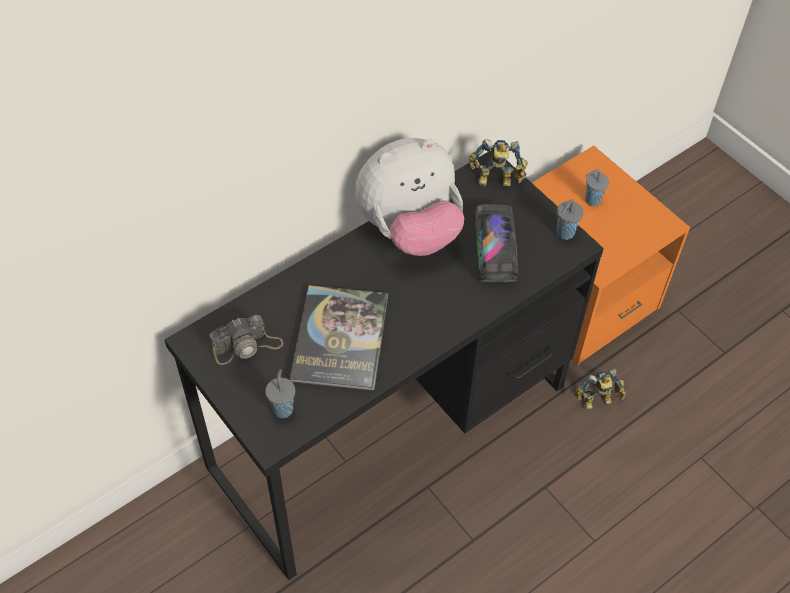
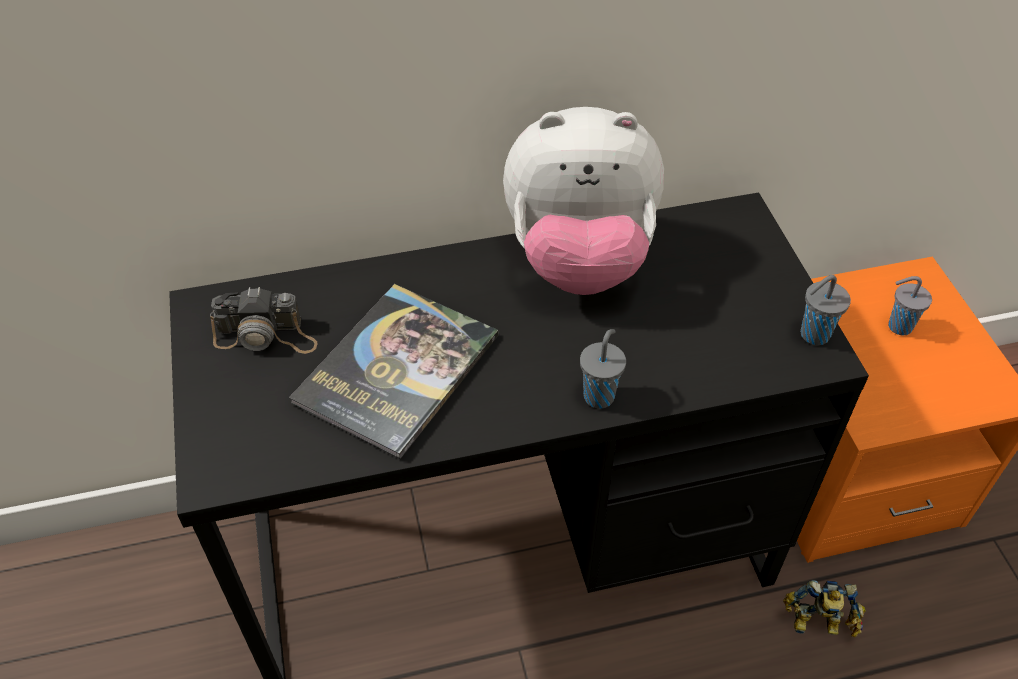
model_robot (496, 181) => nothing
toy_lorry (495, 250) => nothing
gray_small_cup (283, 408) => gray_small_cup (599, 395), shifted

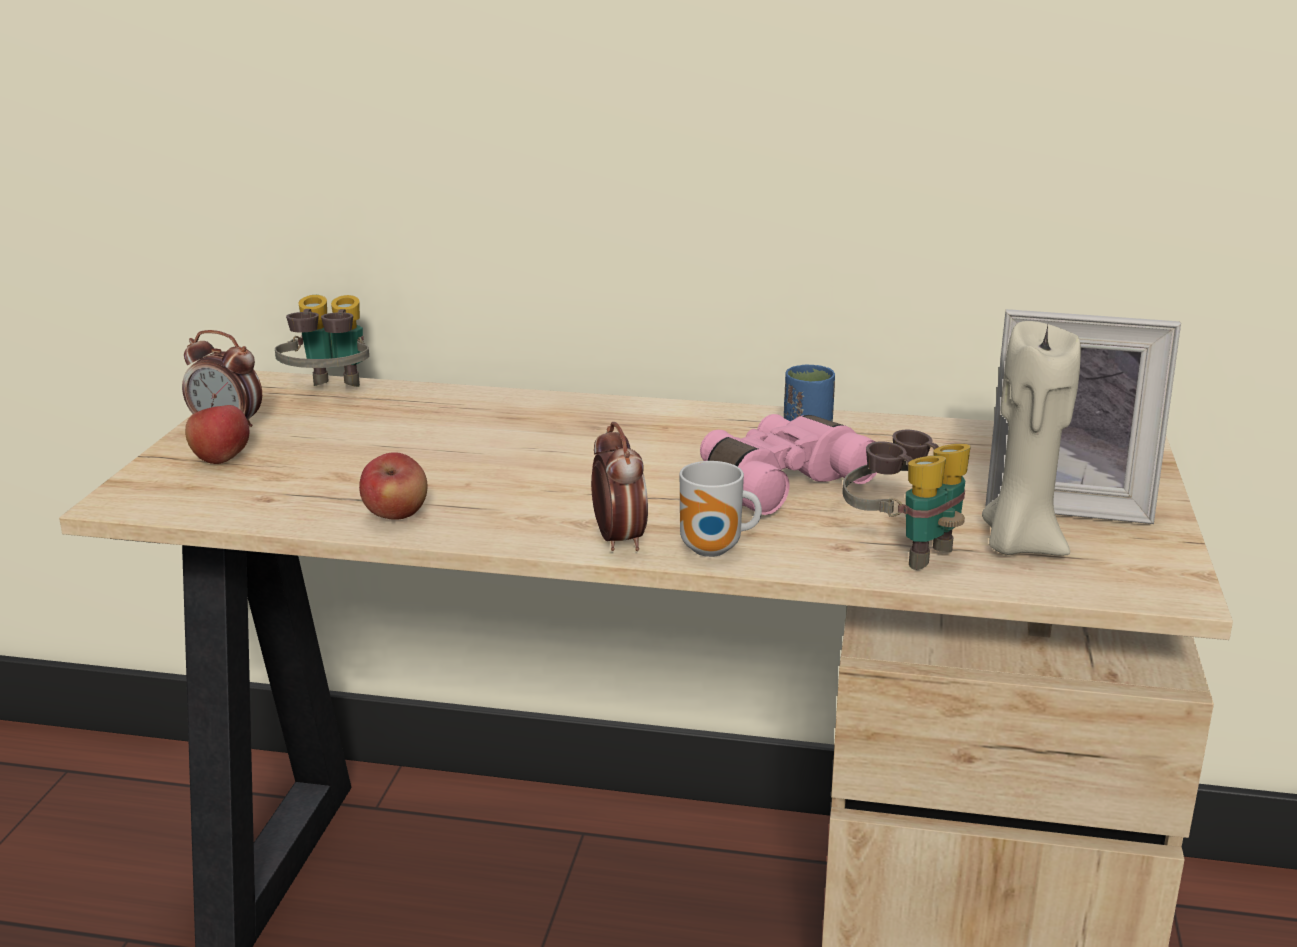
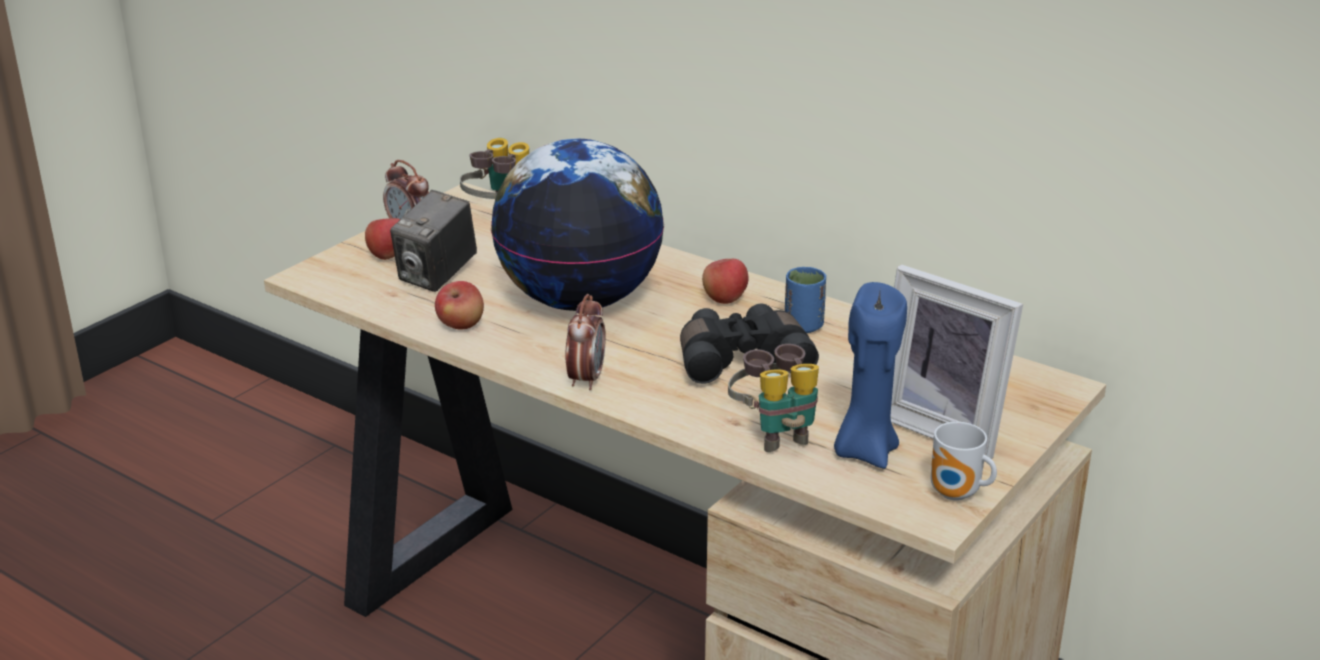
nothing => still_camera (437, 276)
nothing => world_globe (580, 300)
nothing => apple_fruit (725, 299)
mug (714, 551) => mug (957, 495), shifted
pinkish_binoculars (778, 483) => black-coloured_binoculars (741, 359)
beige_candle (1019, 545) => blue-coloured_candle (865, 451)

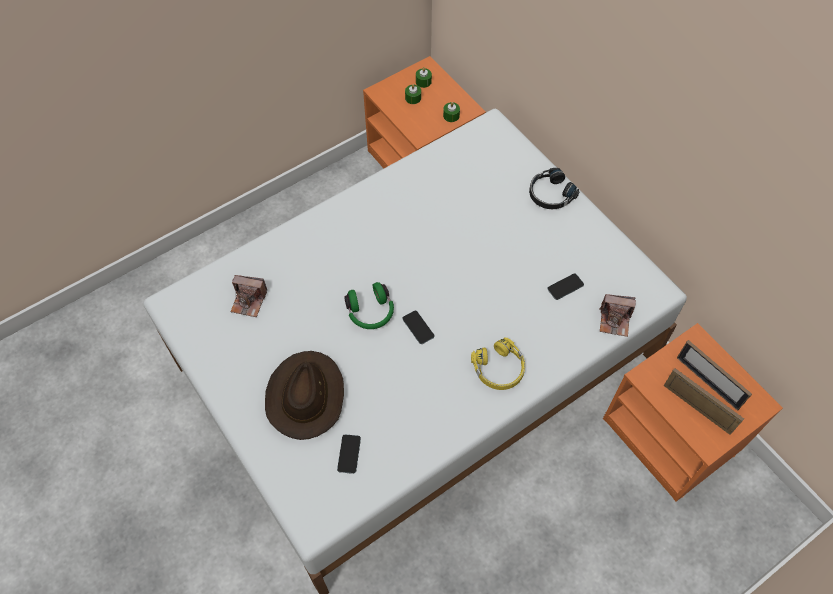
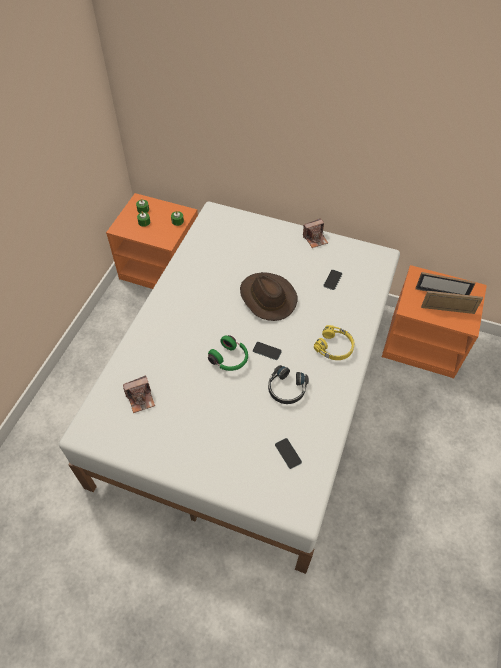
brown-coloured_hat (305, 396) => brown-coloured_hat (267, 298), shifted
black-coloured_headset (550, 194) => black-coloured_headset (286, 389), shifted
still_camera (614, 320) => still_camera (315, 239), shifted

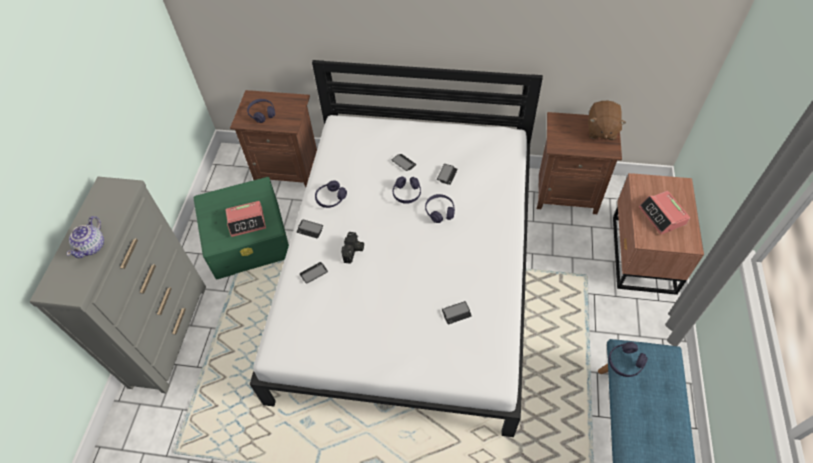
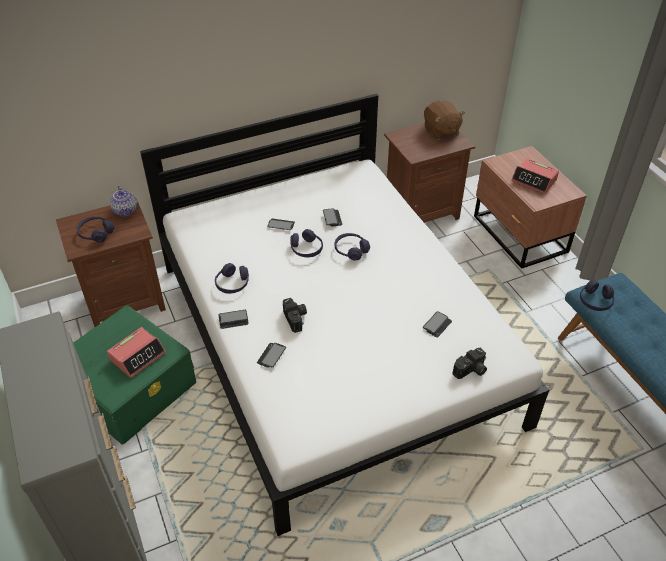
nothing => still_camera (471, 371)
pot_for_tea (92, 246) => pot_for_tea (125, 210), shifted

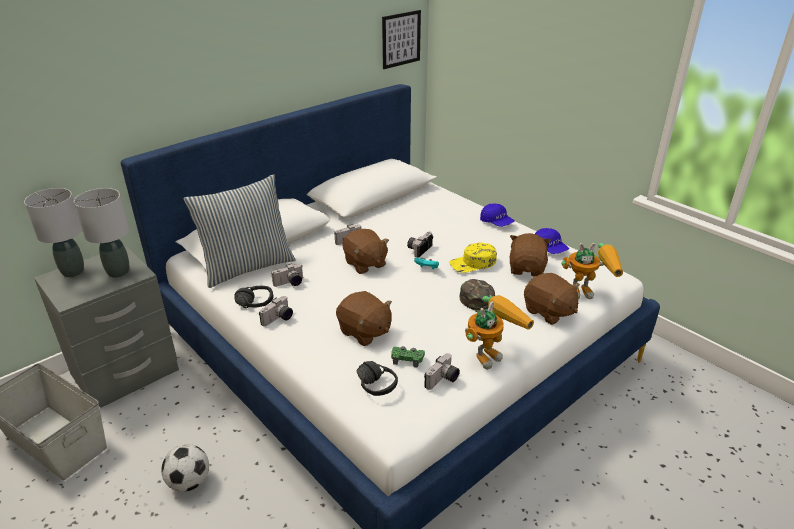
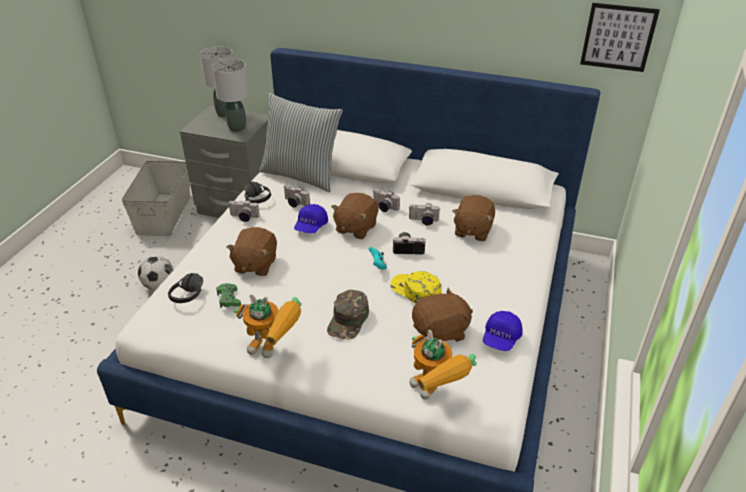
still_camera (443, 380) => still_camera (423, 221), shifted
blue-coloured_peaked_cap (496, 222) => blue-coloured_peaked_cap (311, 226), shifted
brown-coloured_plush_toy (549, 312) => brown-coloured_plush_toy (472, 230), shifted

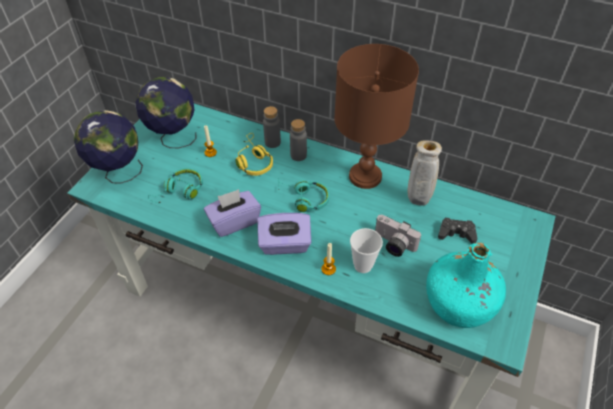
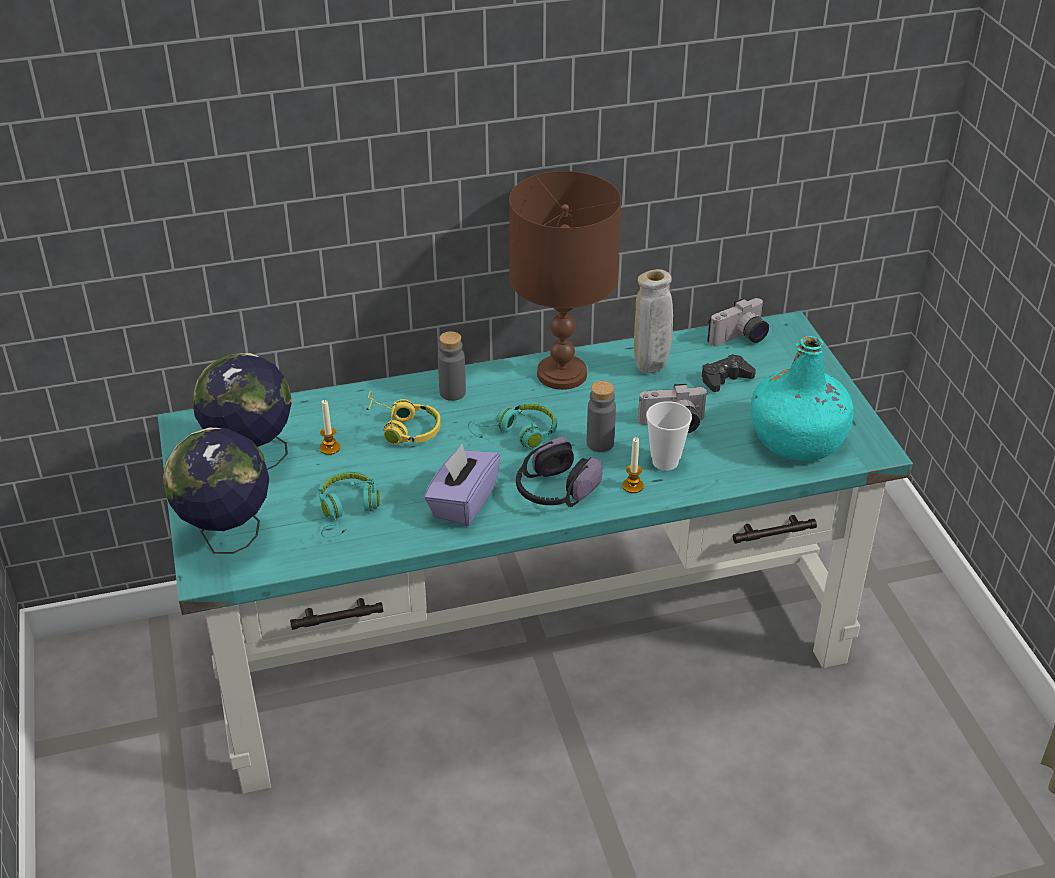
nothing => still_camera (740, 339)
gray_bottle (272, 142) => gray_bottle (600, 443), shifted
purplish_tissue_box (285, 244) => headset (554, 491)

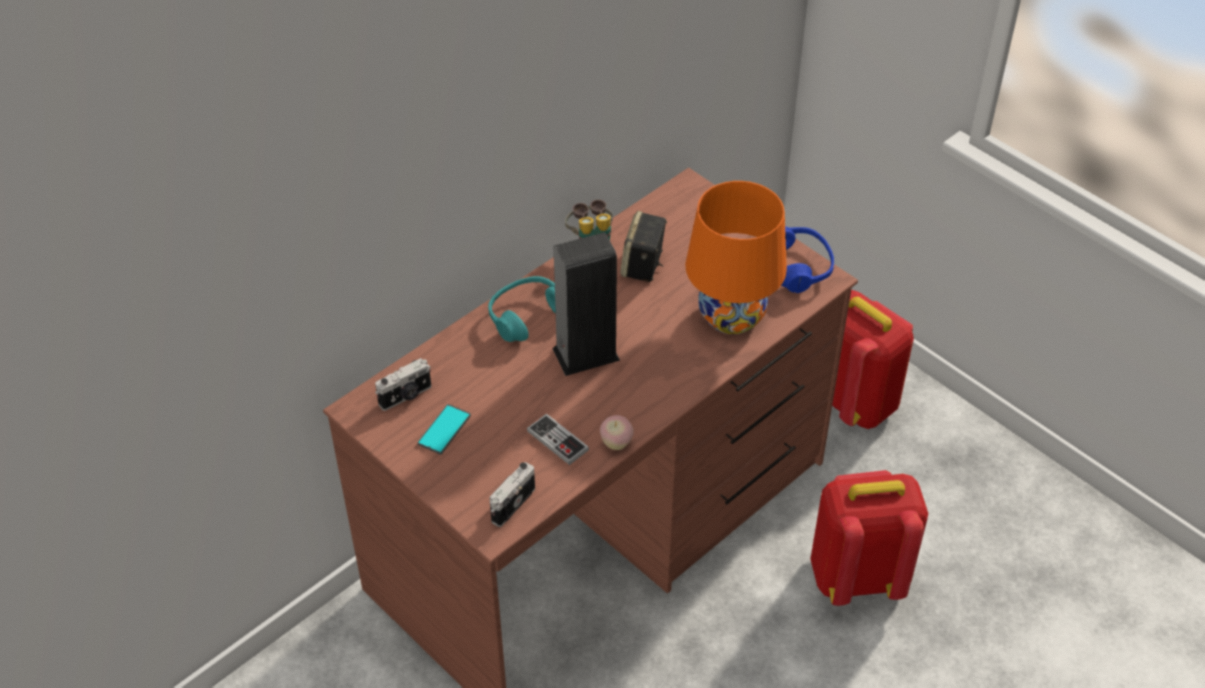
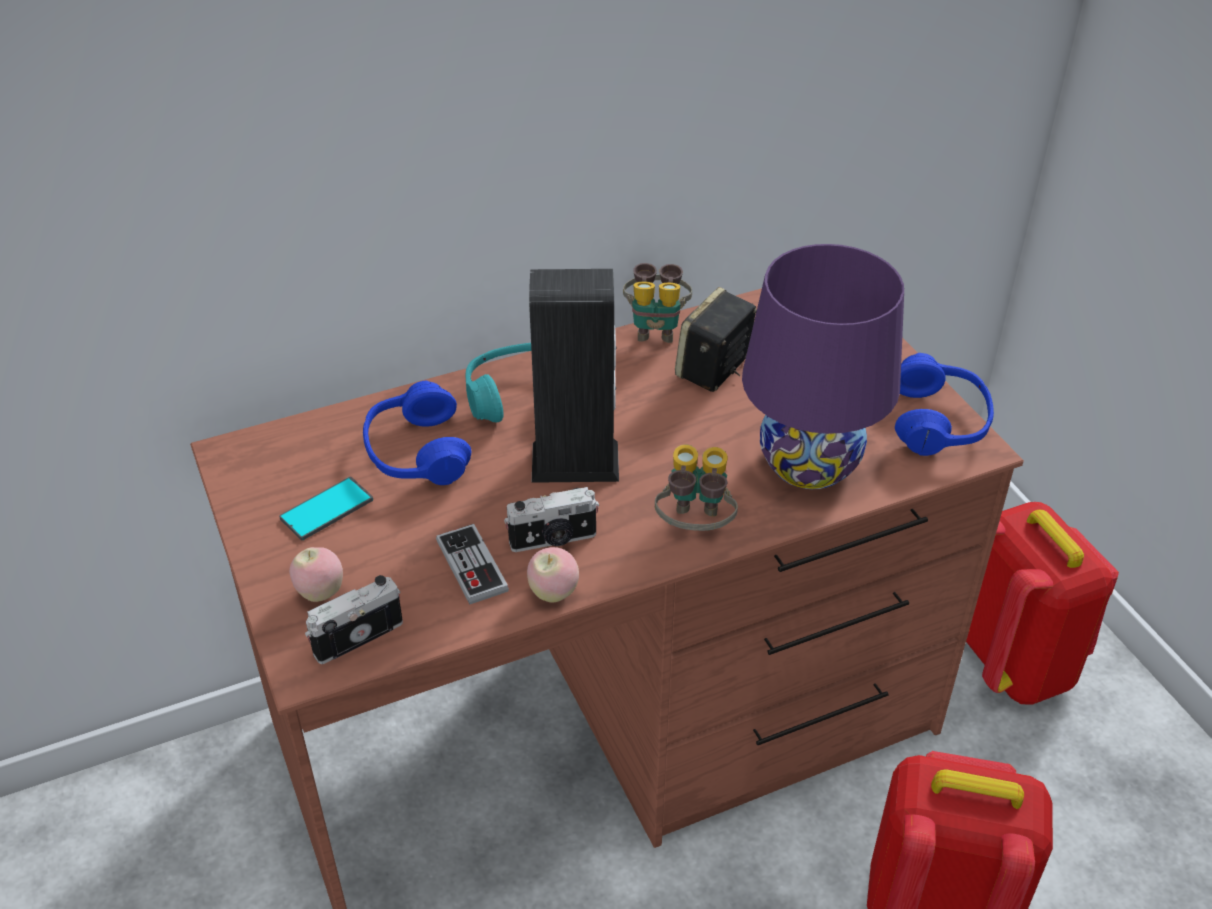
nothing => apple_fruit (320, 593)
nothing => blue-coloured_headset (416, 453)
nothing => binoculars (695, 527)
still_camera (406, 396) => still_camera (553, 540), shifted
orange_table_lamp (731, 316) => purplish_table_lamp (809, 463)

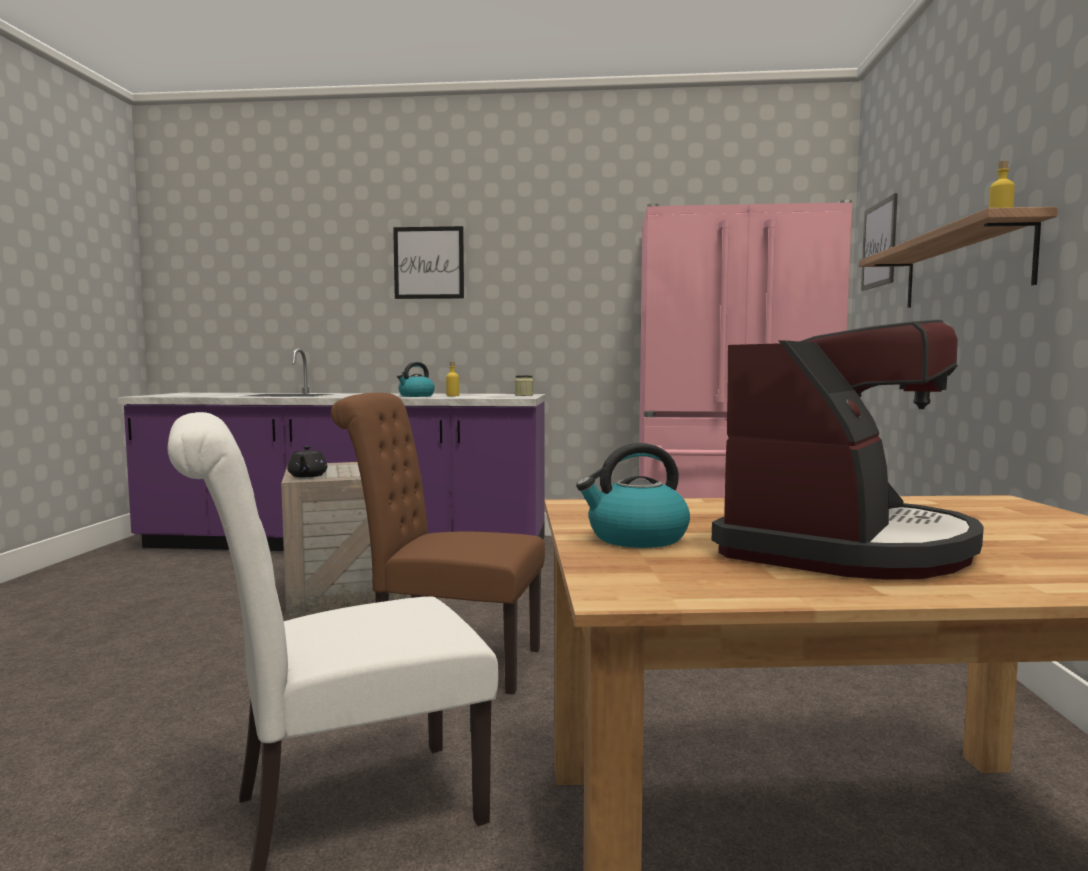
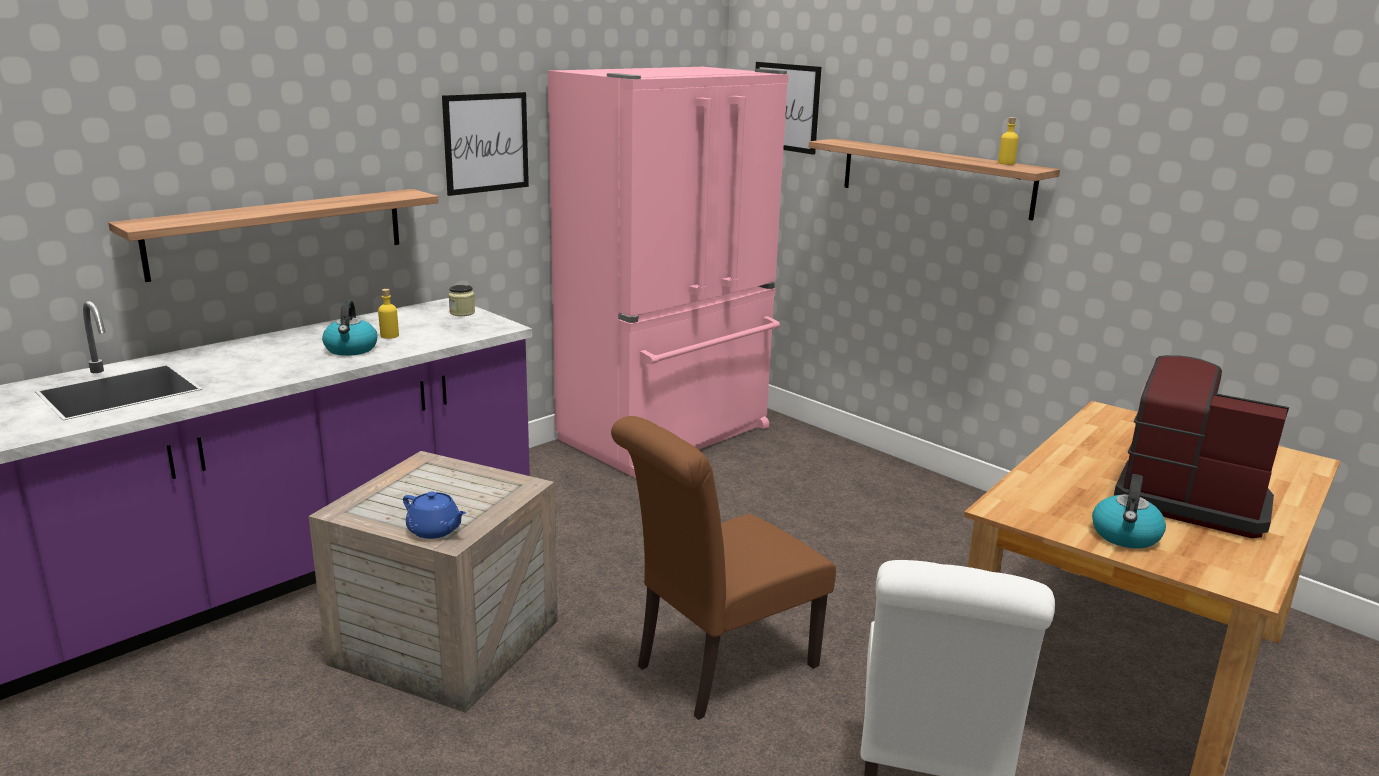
nothing => bracket_shelf (279, 232)
wall_picture (429, 263) => wall_picture (486, 143), shifted
black-coloured_pot_for_tea (307, 476) => blue-coloured_pot_for_tea (435, 530)
coffee_machine (844, 547) => coffee_machine (1189, 500), 45 degrees counterclockwise

